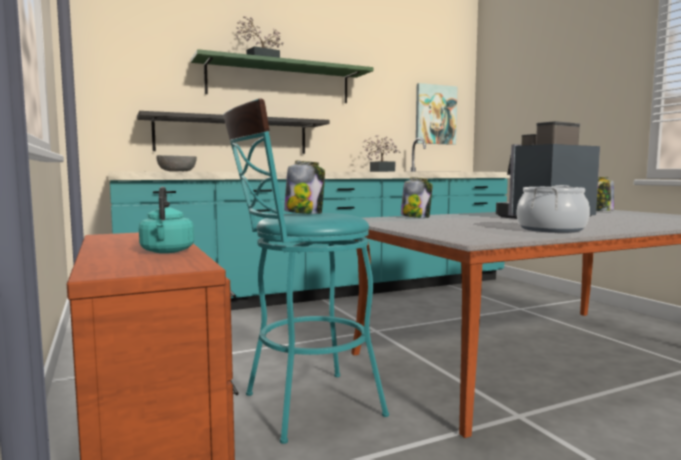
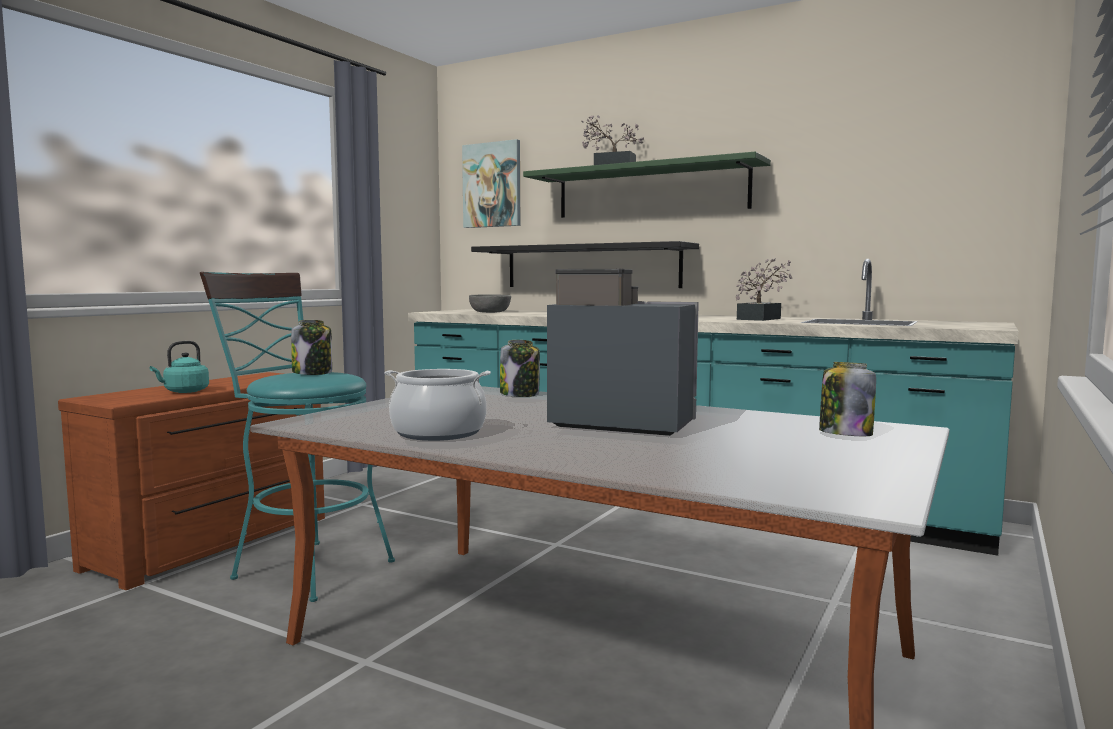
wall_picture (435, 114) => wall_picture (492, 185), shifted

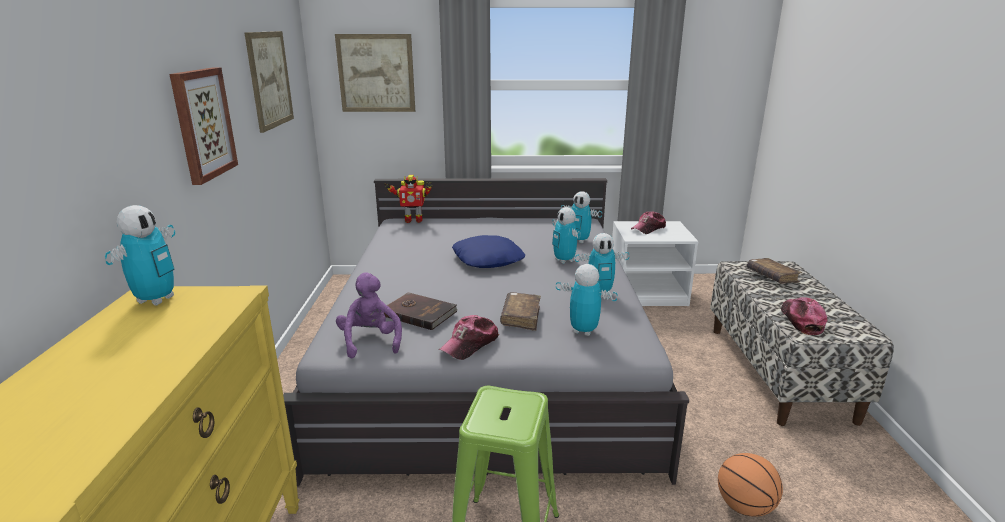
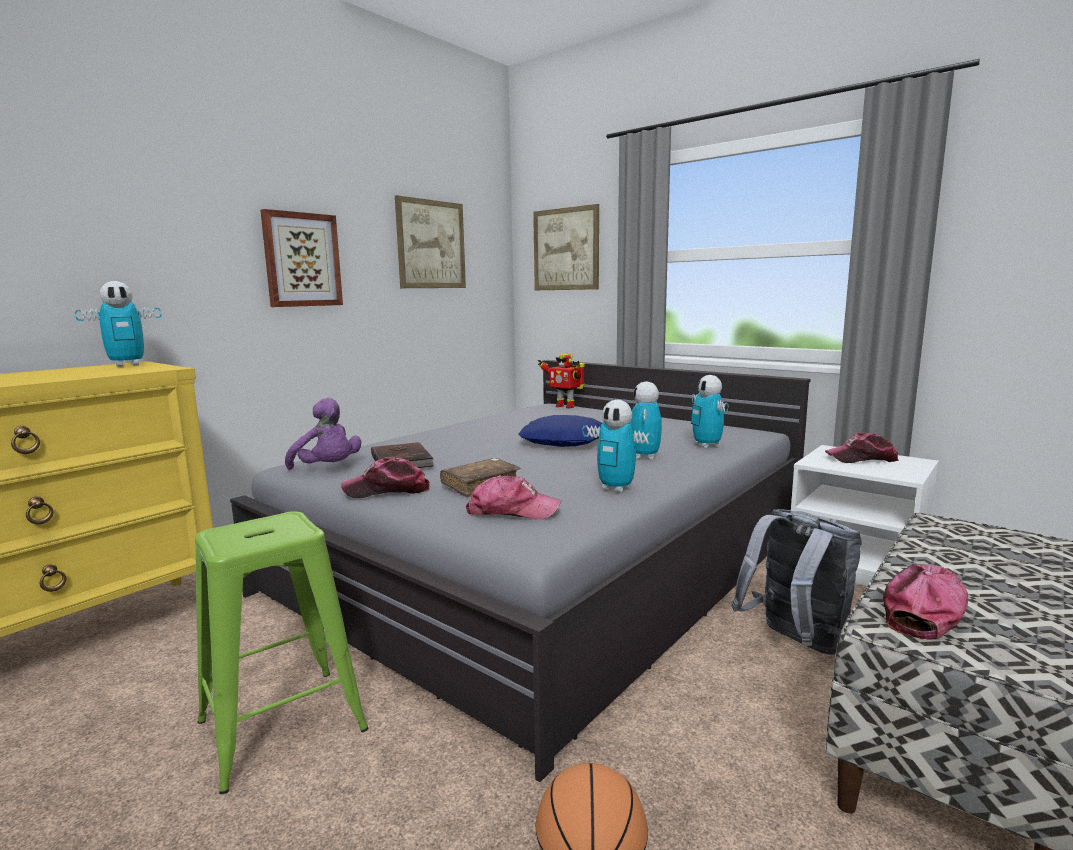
brown-coloured_book (772, 276) => nothing
nothing => gray_knapsack (794, 643)
model_robot (583, 331) => peaked_cap (512, 511)
purplish_plush_toy (370, 341) => purplish_plush_toy (328, 469), 105 degrees clockwise

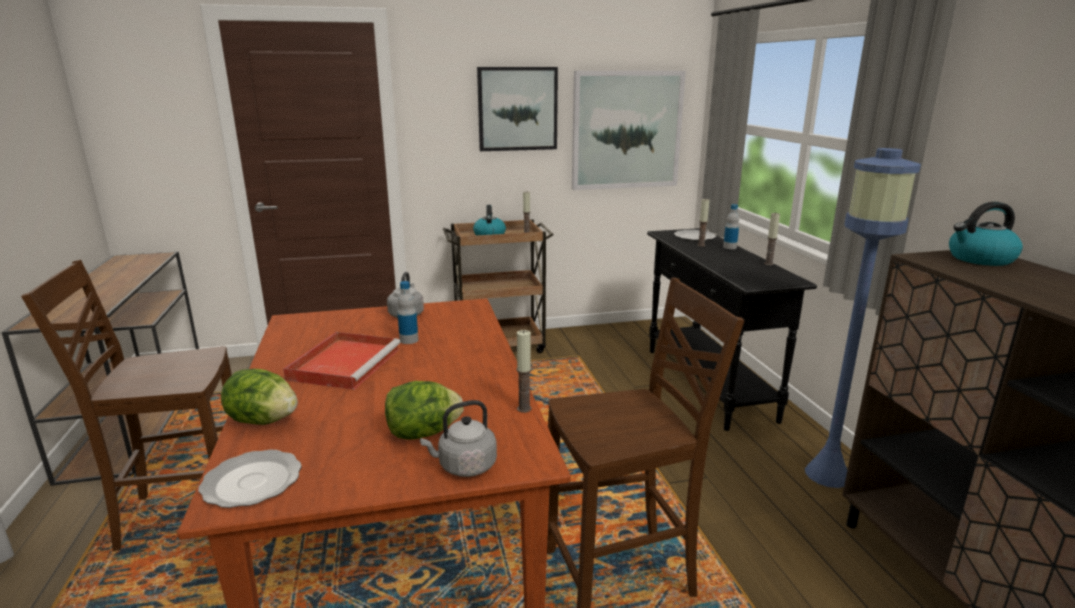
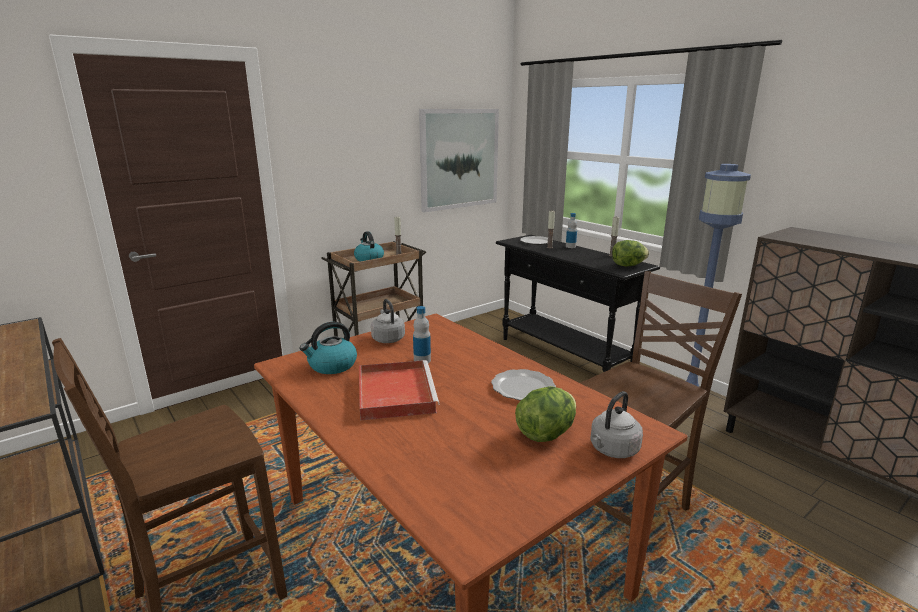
wall_picture (517, 109) => nothing
candle (524, 409) => nothing
dinner_plate (253, 480) => dinner_plate (522, 387), shifted
lettuce_head (263, 421) => lettuce_head (628, 265), shifted
kettle (980, 259) => kettle (332, 366), shifted

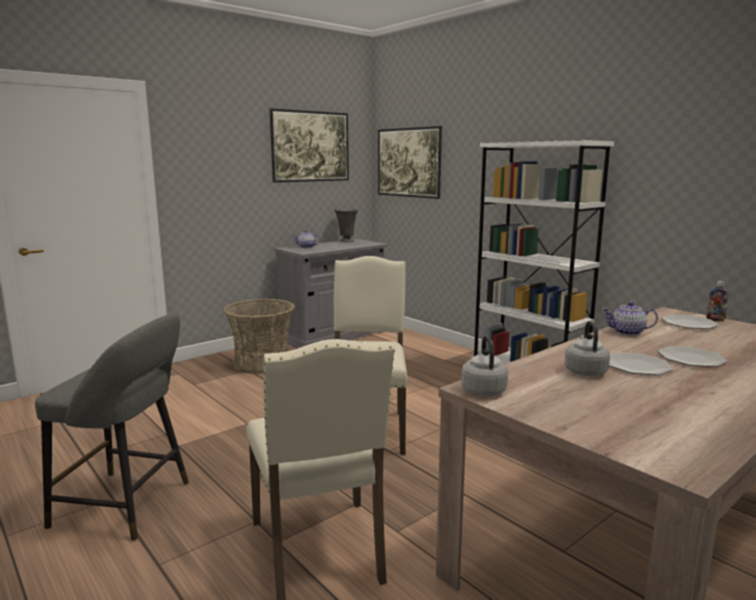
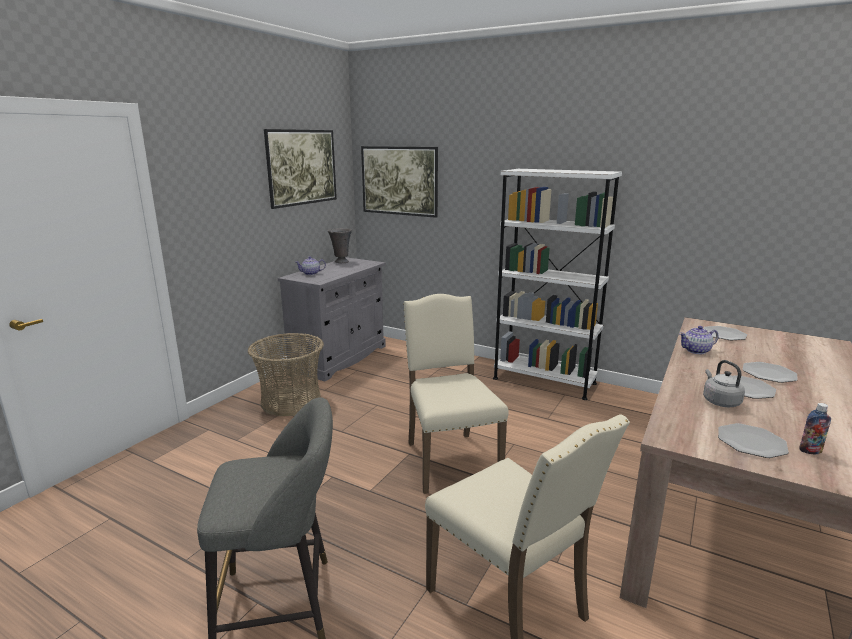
gray_kettle (483, 390) => nothing
nothing => dinner_plate (751, 442)
bottle (715, 320) => bottle (810, 451), shifted

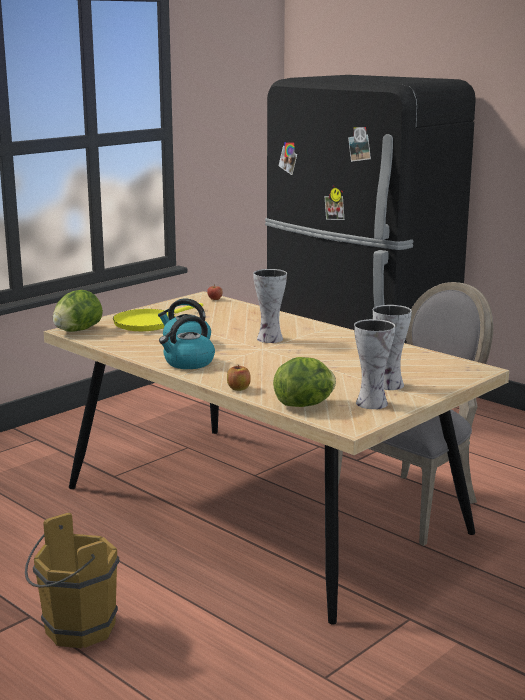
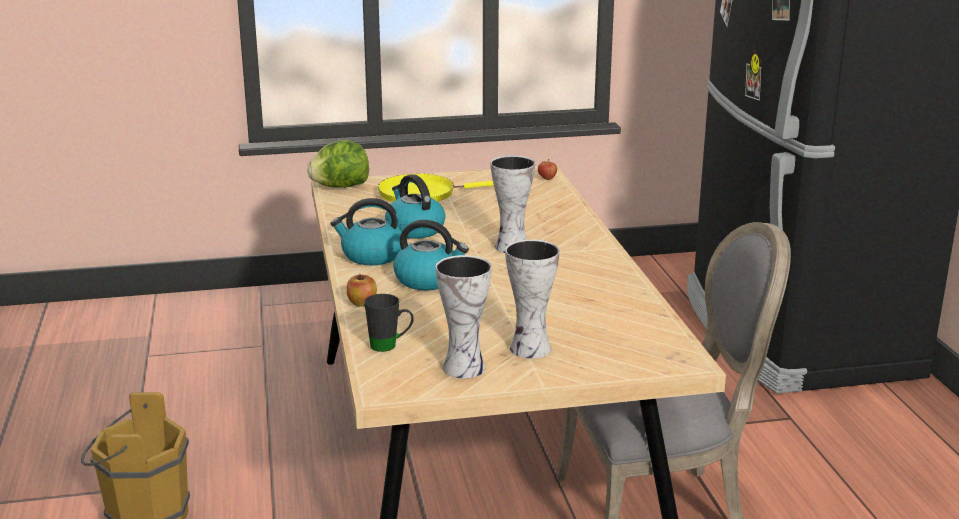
nothing => kettle (428, 279)
lettuce_head (305, 405) => black-coloured_mug (390, 346)

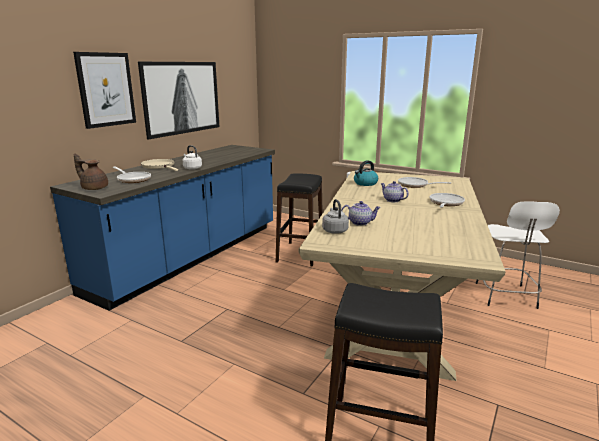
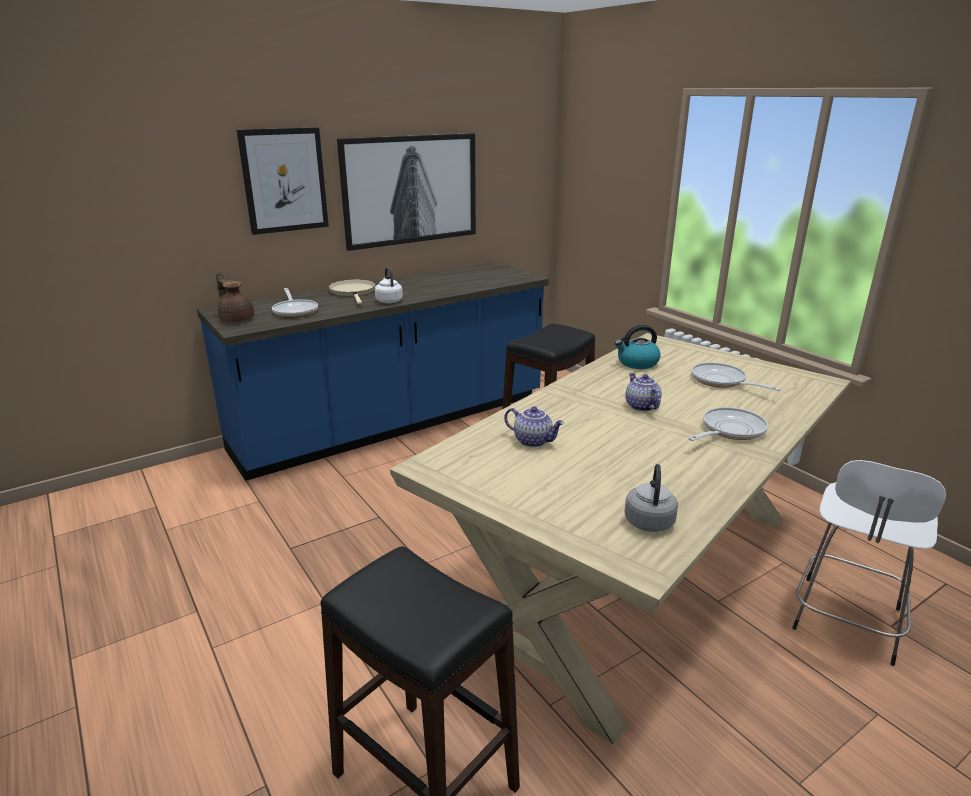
gray_kettle (334, 230) => gray_kettle (649, 520), shifted

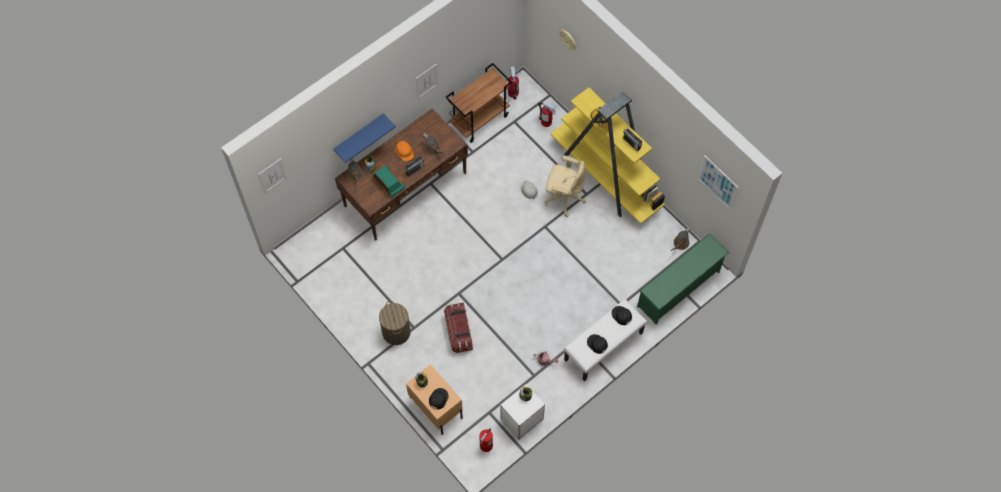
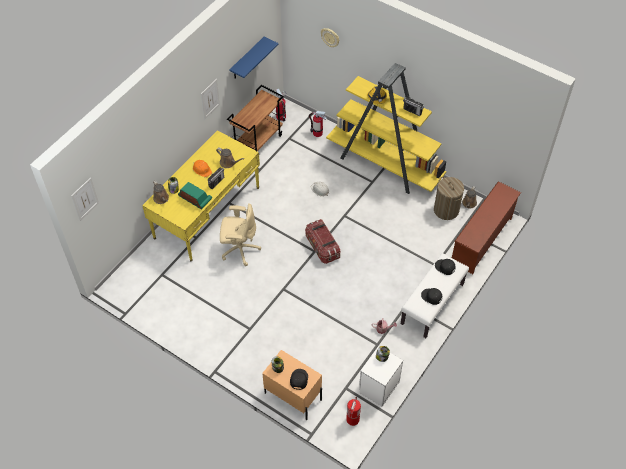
wall_picture (718, 182) => nothing
blue-coloured_bracket_shelf (359, 135) => blue-coloured_bracket_shelf (247, 59), shifted
laundry_basket (396, 332) => laundry_basket (446, 210), shifted
storage_box (459, 332) => storage_box (322, 247), shifted
beige_computer_chair (564, 197) => beige_computer_chair (239, 249), shifted
brown-coloured_desk (405, 189) => yellowish_desk (207, 212)
green-coloured_shoe_shelf (679, 290) => brown-coloured_shoe_shelf (482, 241)

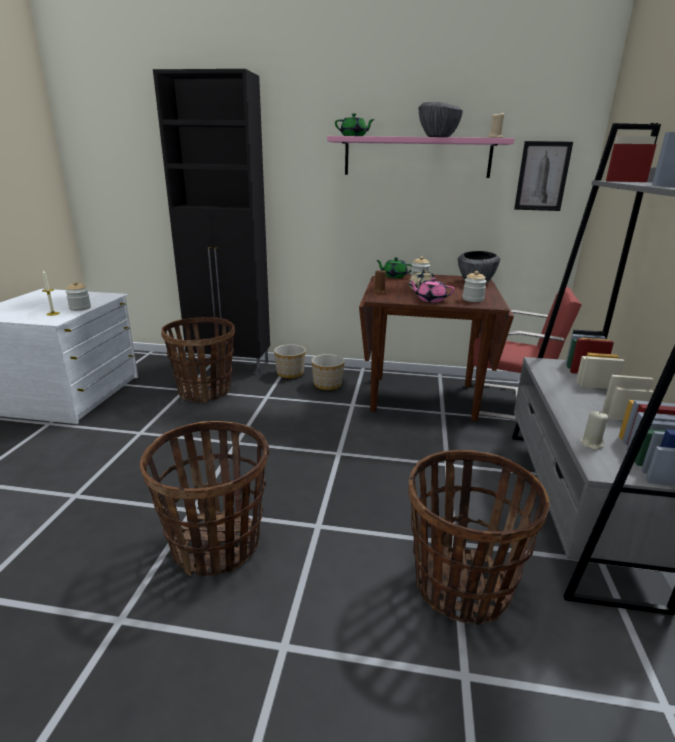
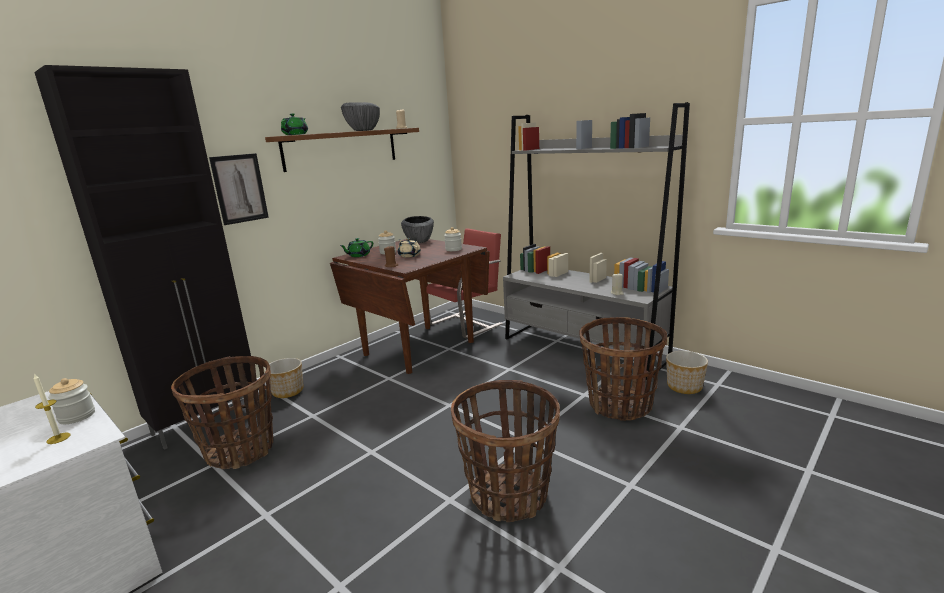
pinkish_pot_for_tea (430, 300) => nothing
plant_pot (328, 385) => plant_pot (685, 387), shifted
wall_picture (542, 176) => wall_picture (239, 188), shifted
pinkish_bracket_shelf (417, 157) => brown-coloured_bracket_shelf (341, 149)

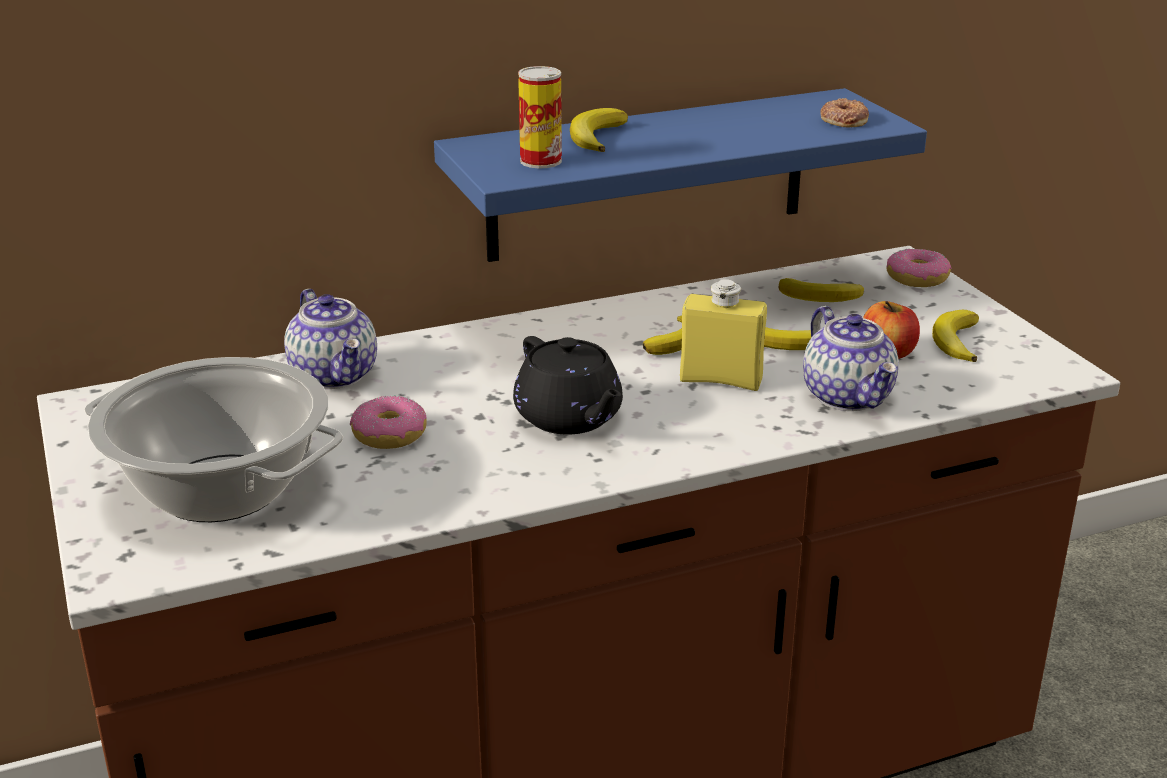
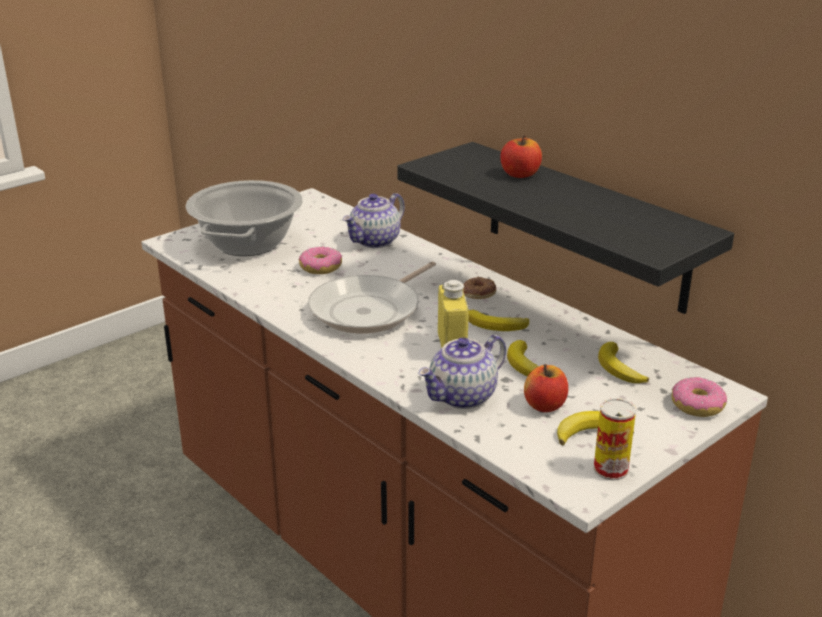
sealed_can (541, 161) => sealed_can (610, 469), shifted
donut (844, 120) => donut (478, 291), shifted
black-coloured_pot_for_tea (569, 418) => frying_pan (369, 310)
banana_fruit (596, 136) => apple_fruit (520, 174)
blue-coloured_bracket_shelf (648, 175) => black-coloured_bracket_shelf (585, 226)

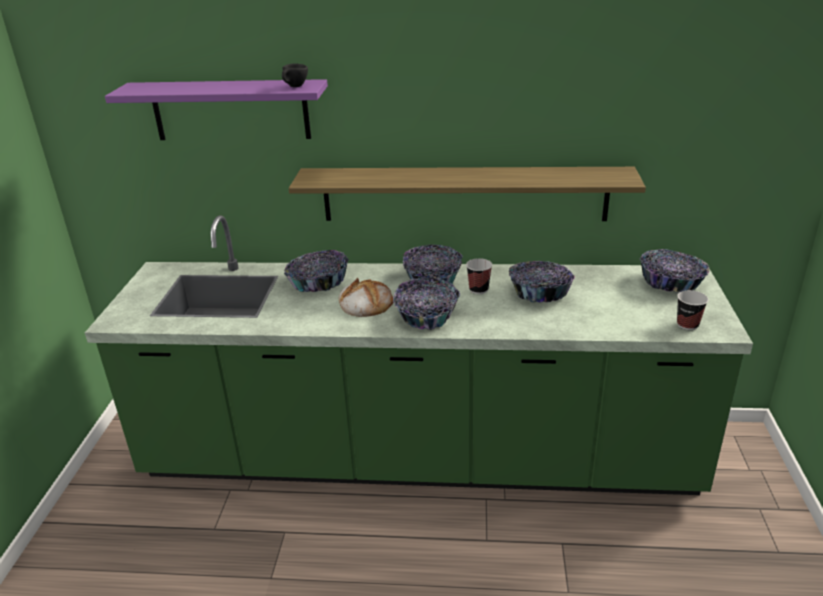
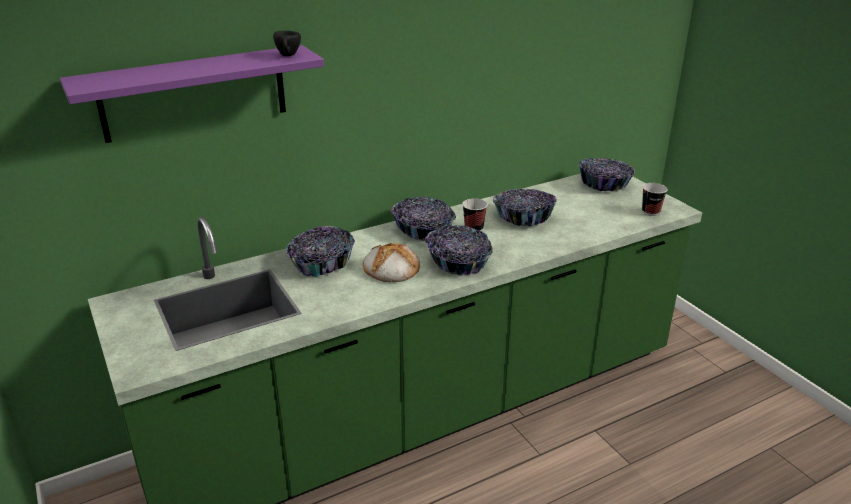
bracket_shelf (464, 194) => nothing

